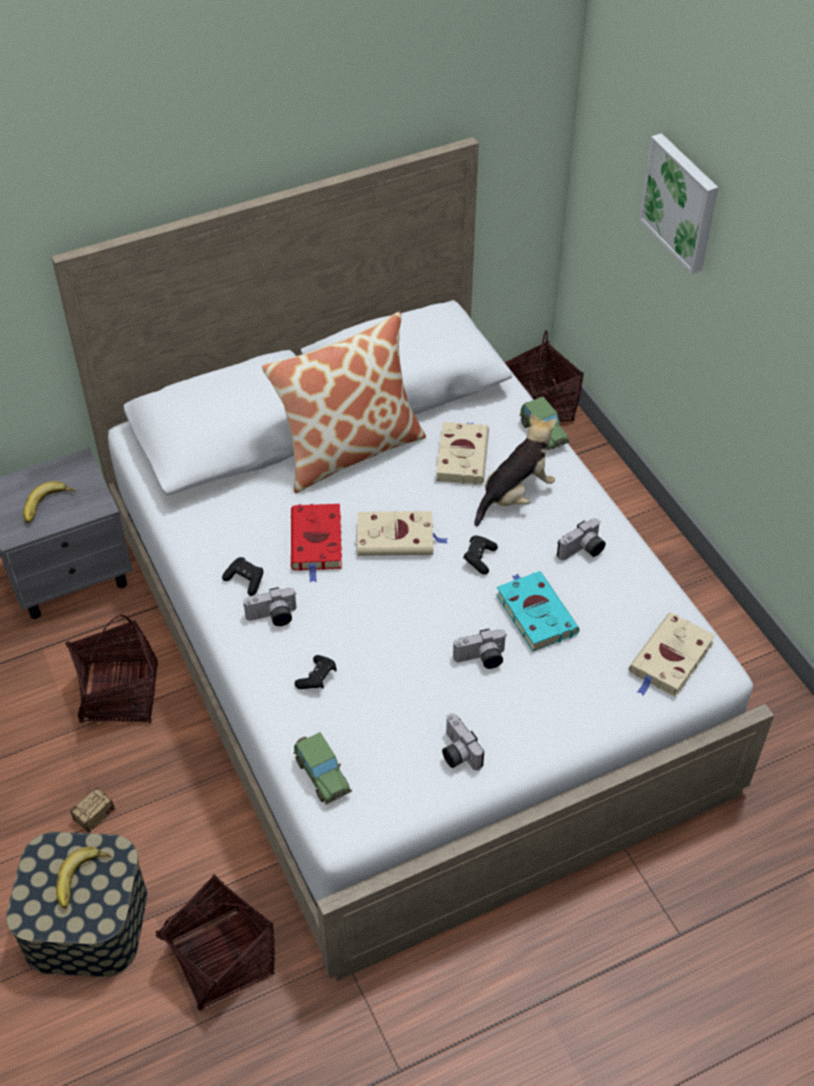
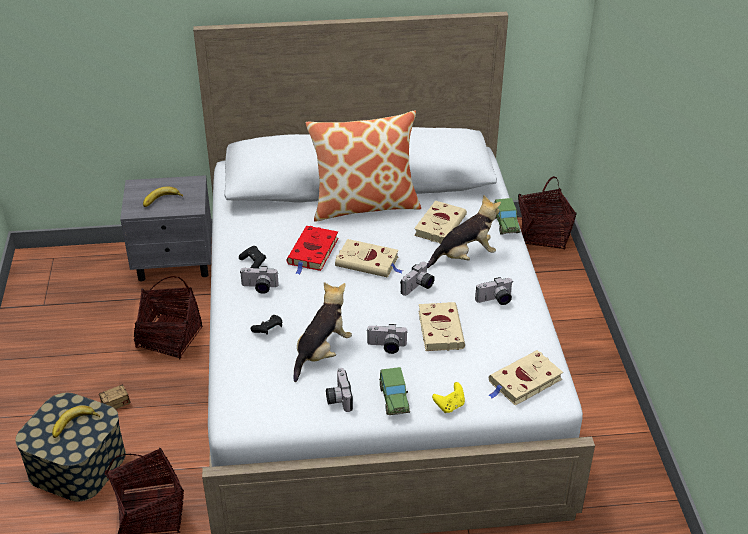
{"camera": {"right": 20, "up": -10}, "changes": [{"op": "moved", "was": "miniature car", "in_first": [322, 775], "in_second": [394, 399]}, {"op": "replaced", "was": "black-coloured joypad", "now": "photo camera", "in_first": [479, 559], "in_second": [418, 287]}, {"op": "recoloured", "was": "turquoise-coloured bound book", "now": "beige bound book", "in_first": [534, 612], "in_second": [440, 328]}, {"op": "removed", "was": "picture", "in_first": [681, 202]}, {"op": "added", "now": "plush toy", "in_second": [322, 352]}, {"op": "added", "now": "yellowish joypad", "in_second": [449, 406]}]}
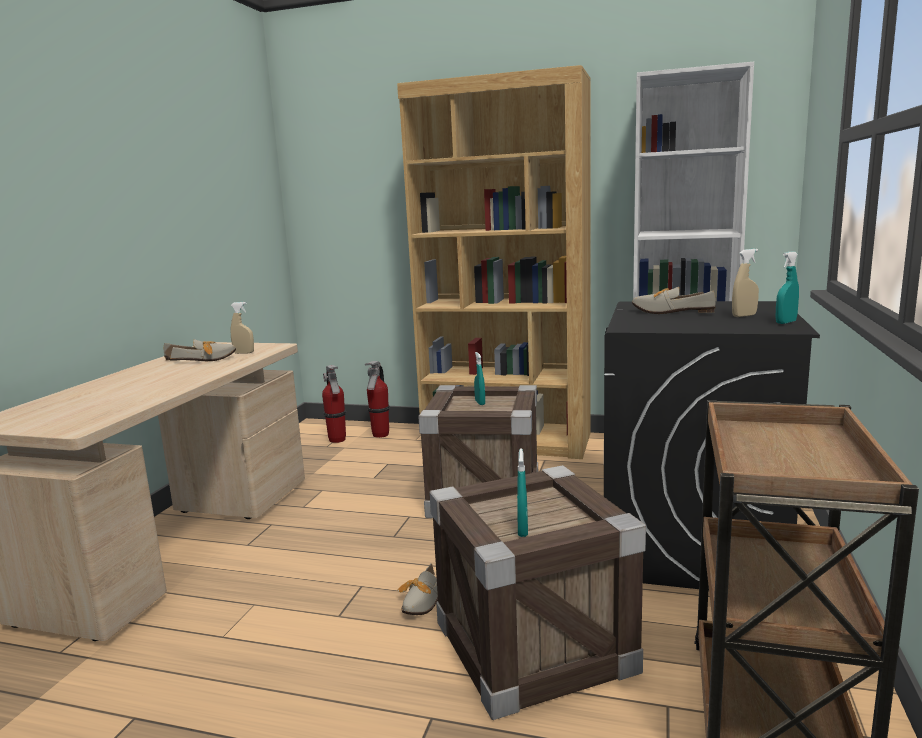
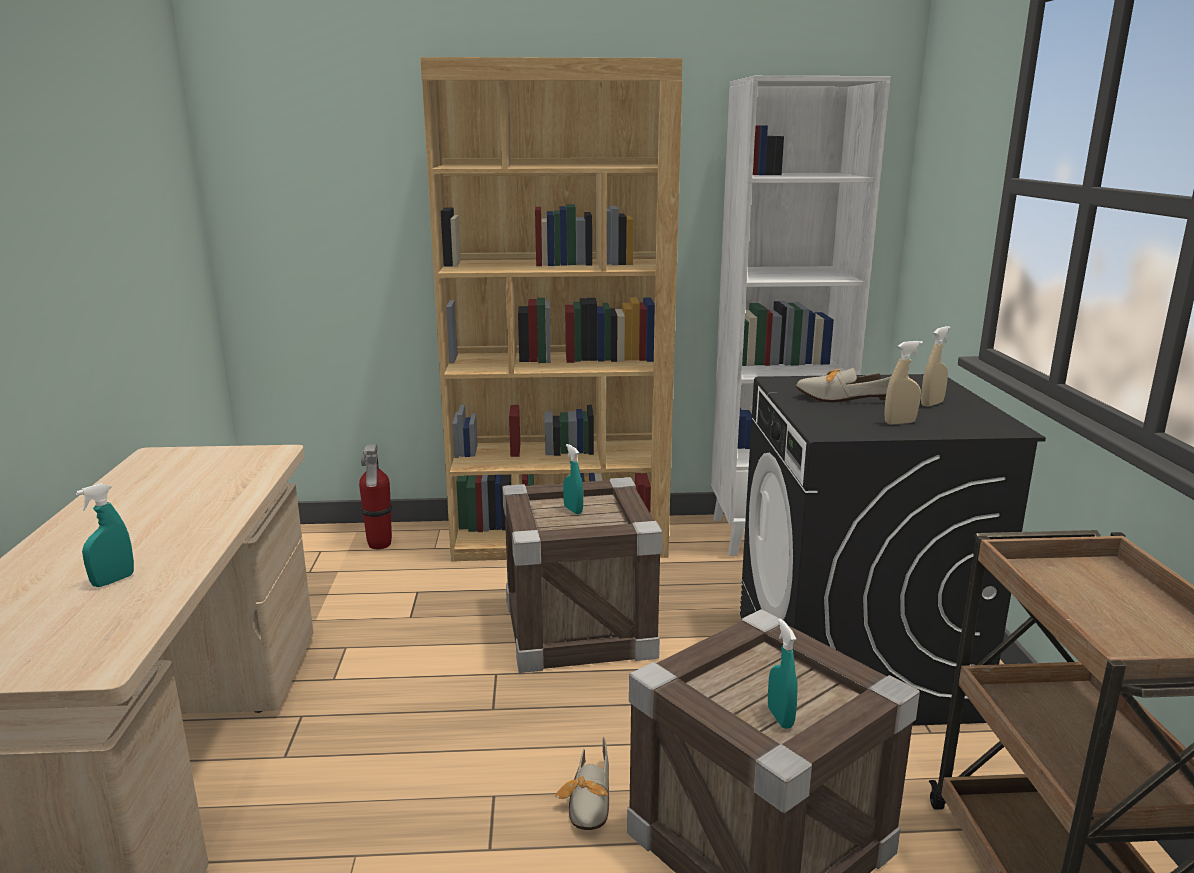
{"camera": {"right": -20, "up": 5}, "changes": [{"op": "removed", "was": "shoe", "in_first": [205, 359]}, {"op": "moved", "was": "beige sprayer", "in_first": [244, 353], "in_second": [900, 423]}, {"op": "removed", "was": "fire extinguisher", "in_first": [337, 440]}, {"op": "moved", "was": "turquoise-coloured sprayer", "in_first": [785, 322], "in_second": [113, 580]}]}
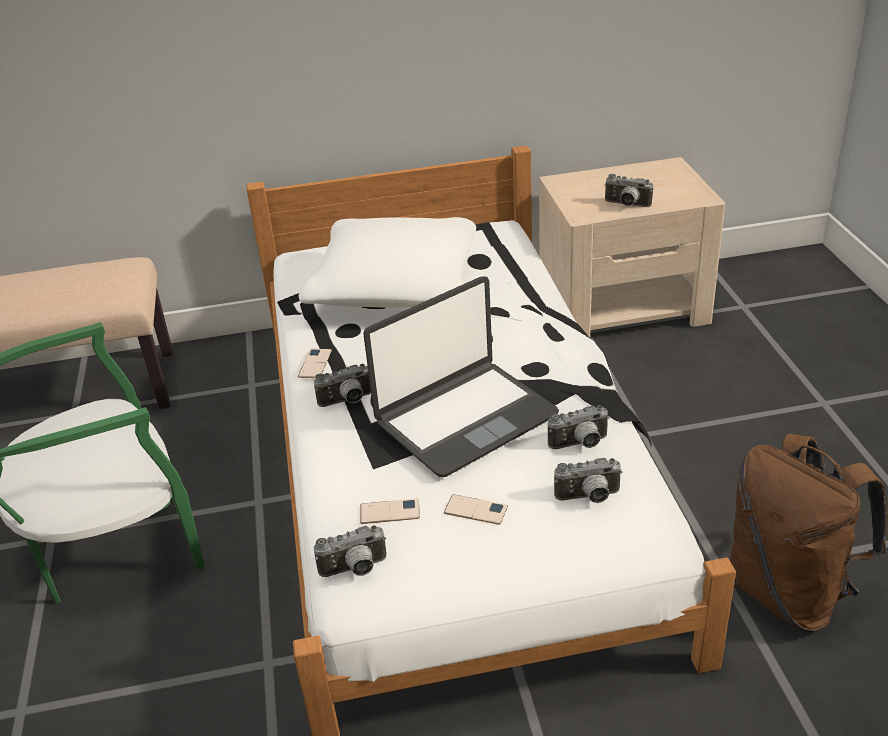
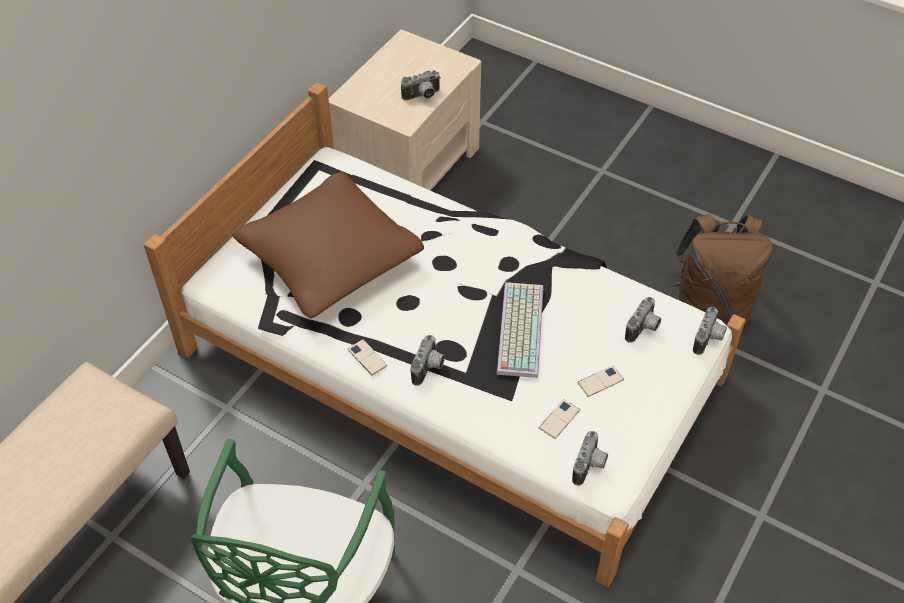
{"camera": {"right": -50, "up": 15}, "changes": [{"op": "recoloured", "was": "white throw pillow", "now": "brown throw pillow", "in_first": [395, 286], "in_second": [330, 258]}, {"op": "replaced", "was": "portable computer", "now": "PC keyboard", "in_first": [465, 418], "in_second": [518, 328]}, {"op": "moved", "was": "photo camera", "in_first": [580, 444], "in_second": [709, 339]}]}
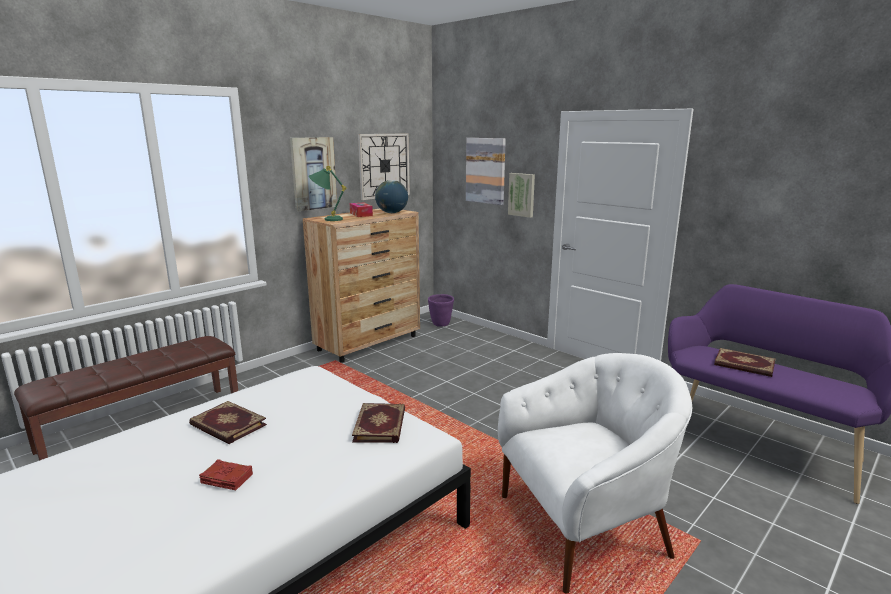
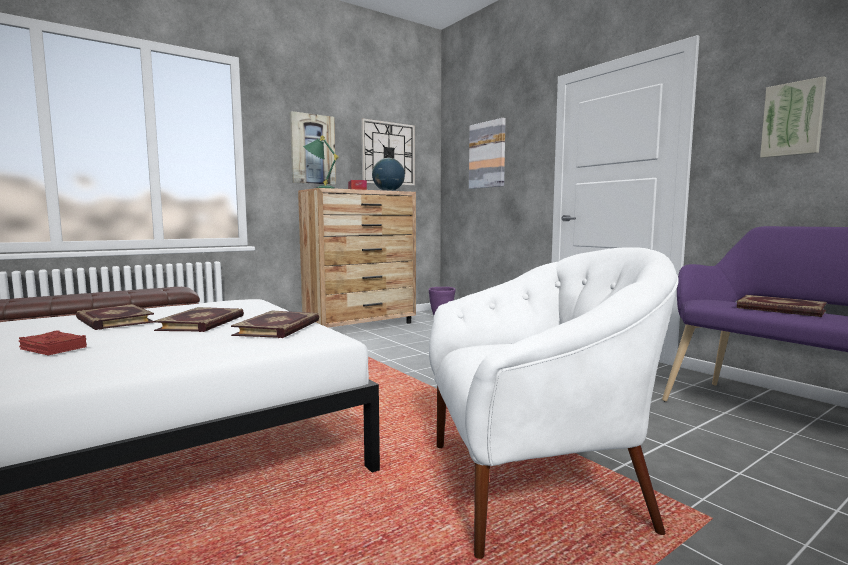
{"camera": {"right": 10, "up": -10}, "changes": [{"op": "moved", "was": "picture", "in_first": [522, 194], "in_second": [793, 119]}, {"op": "added", "now": "bound book", "in_second": [203, 323]}]}
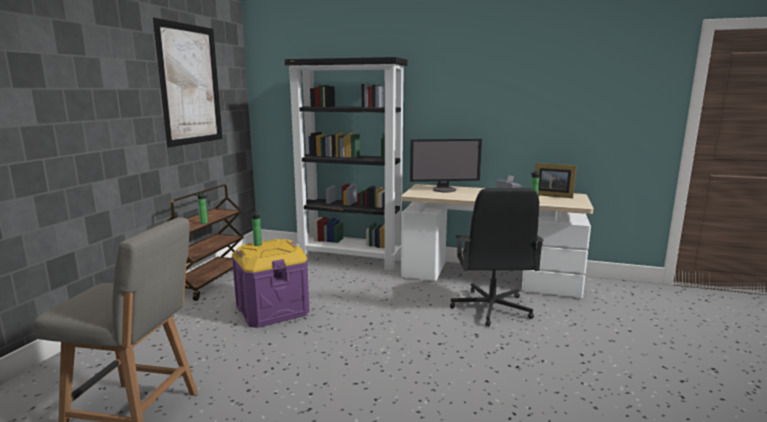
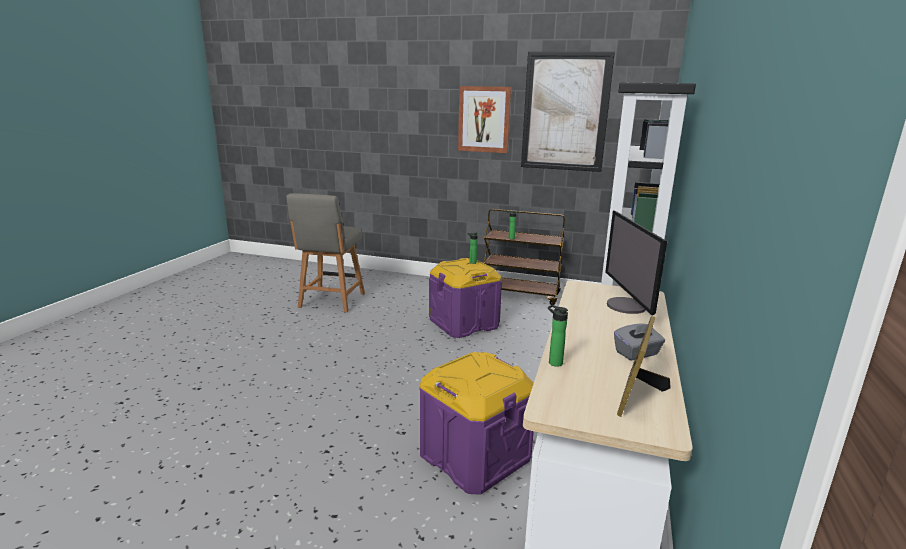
{"camera": {"right": 90, "up": 5}, "changes": [{"op": "replaced", "was": "black-coloured computer chair", "now": "purple storage container", "in_first": [491, 308], "in_second": [474, 456]}, {"op": "added", "now": "picture", "in_second": [484, 119]}]}
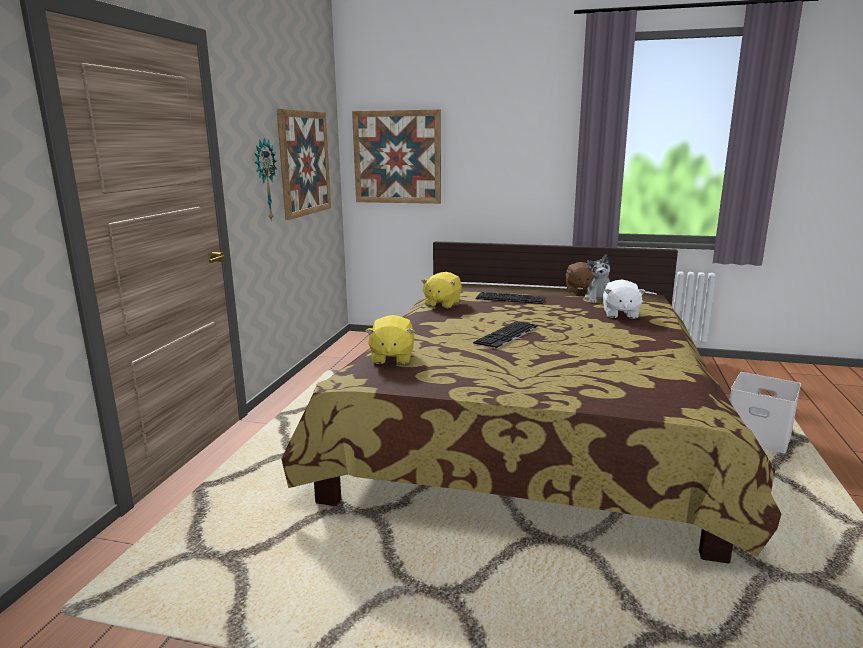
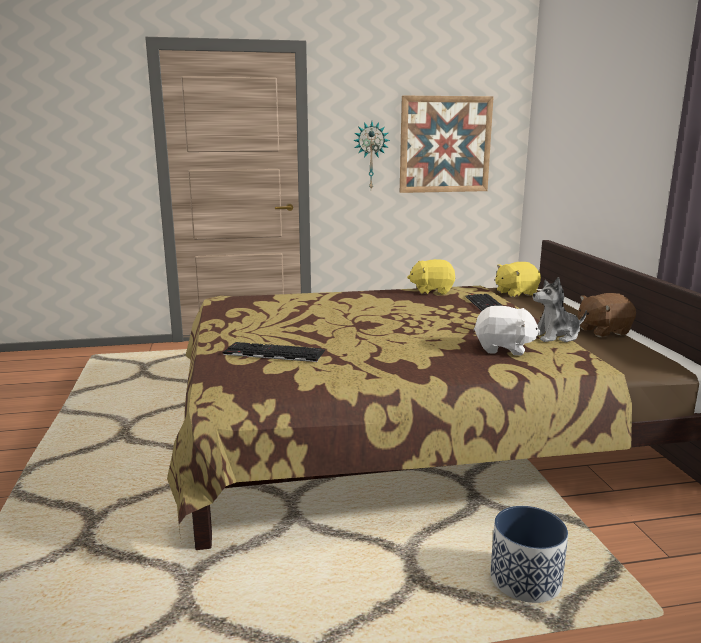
{"camera": {"right": 65, "up": 0}, "changes": [{"op": "removed", "was": "picture", "in_first": [397, 157]}, {"op": "moved", "was": "yellowish plush toy", "in_first": [391, 358], "in_second": [515, 293]}, {"op": "moved", "was": "PC keyboard", "in_first": [507, 335], "in_second": [272, 353]}, {"op": "turned", "was": "white plush toy", "in_first": [620, 314], "in_second": [504, 349], "clockwise": -150}, {"op": "replaced", "was": "white storage container", "now": "plant pot", "in_first": [759, 436], "in_second": [526, 580]}]}
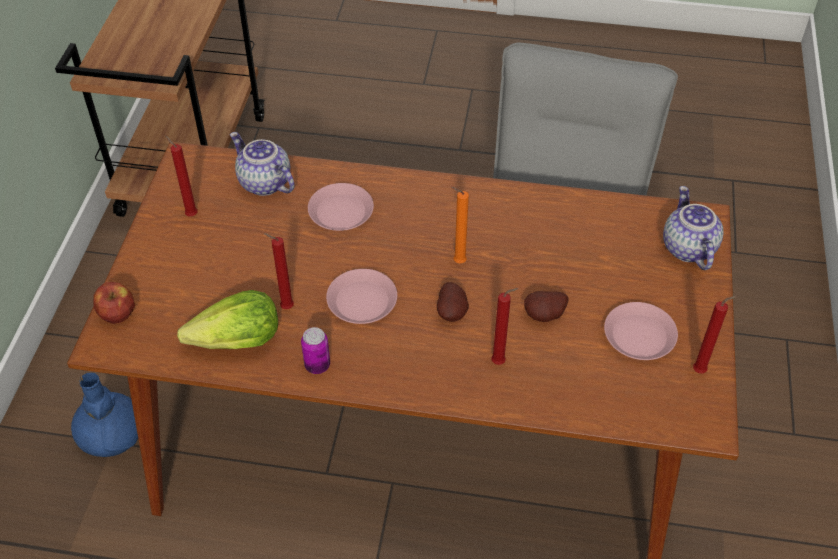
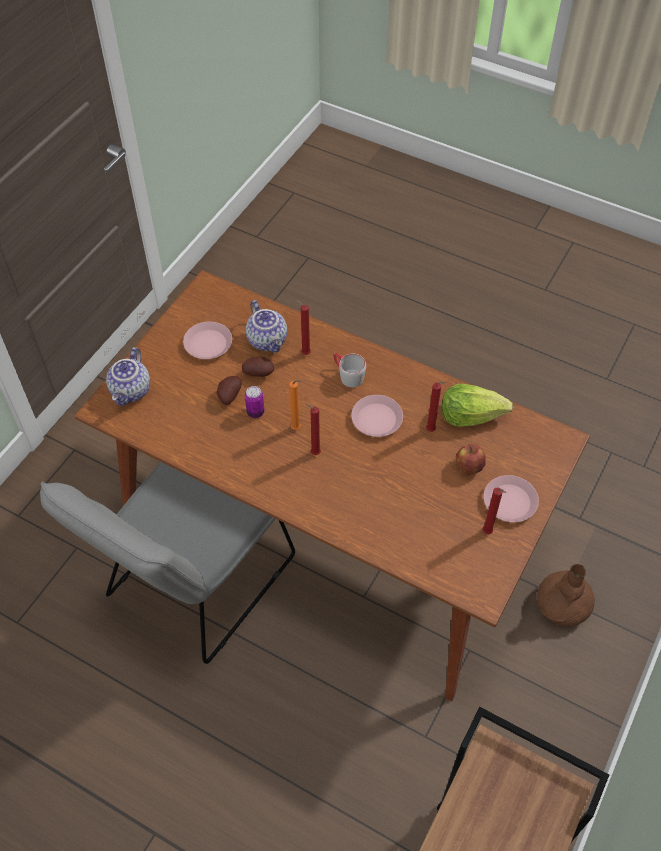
{"camera": {"right": -160, "up": 5}, "changes": [{"op": "recoloured", "was": "blue-coloured decorative vase", "now": "brown decorative vase", "in_first": [111, 434], "in_second": [563, 605]}, {"op": "moved", "was": "whole apple", "in_first": [117, 313], "in_second": [469, 467]}, {"op": "moved", "was": "tea pot", "in_first": [263, 183], "in_second": [268, 340]}, {"op": "moved", "was": "sealed can", "in_first": [317, 365], "in_second": [255, 412]}, {"op": "moved", "was": "pinkish flat dish", "in_first": [341, 212], "in_second": [509, 502]}, {"op": "moved", "was": "whole potato", "in_first": [453, 312], "in_second": [228, 396]}, {"op": "moved", "was": "reddish wax candle", "in_first": [701, 370], "in_second": [314, 453]}, {"op": "added", "now": "greyish mug", "in_second": [347, 375]}]}
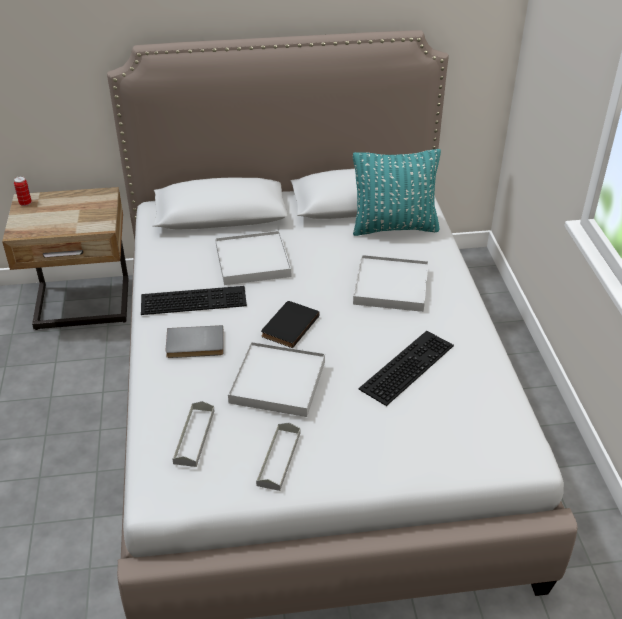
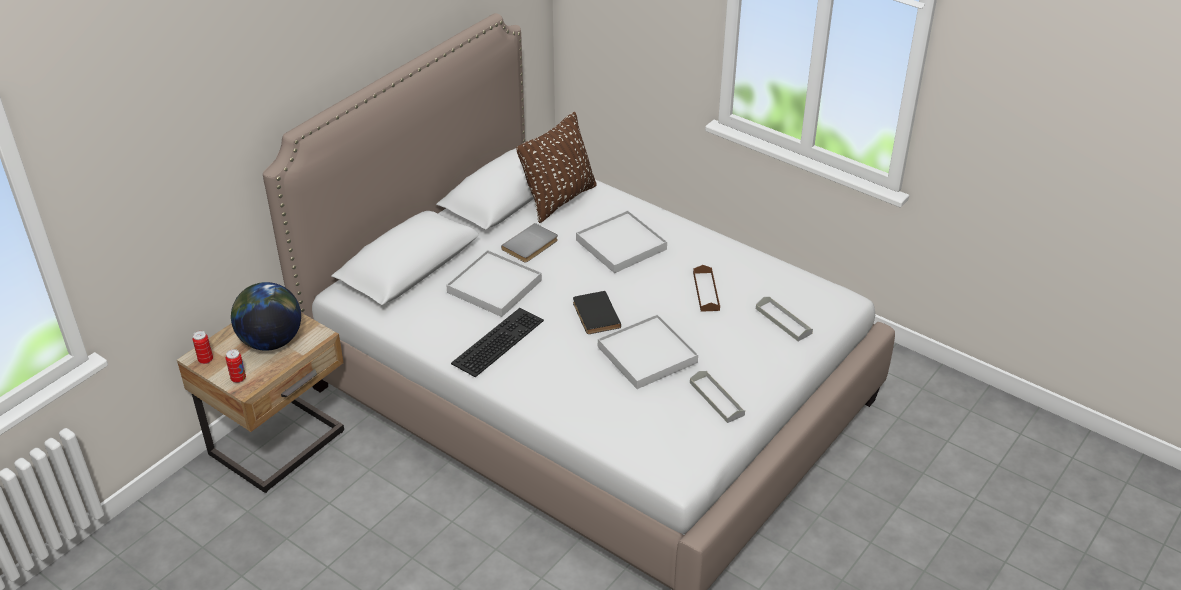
{"camera": {"right": -45, "up": 0}, "changes": [{"op": "moved", "was": "greyish bound book", "in_first": [195, 345], "in_second": [531, 245]}, {"op": "moved", "was": "greyish serving tray", "in_first": [194, 436], "in_second": [783, 321]}, {"op": "recoloured", "was": "turquoise-coloured throw pillow", "now": "brown throw pillow", "in_first": [394, 227], "in_second": [559, 199]}, {"op": "replaced", "was": "PC keyboard", "now": "brown serving tray", "in_first": [406, 365], "in_second": [706, 291]}, {"op": "added", "now": "sealed can", "in_second": [238, 379]}, {"op": "added", "now": "globe", "in_second": [271, 341]}]}
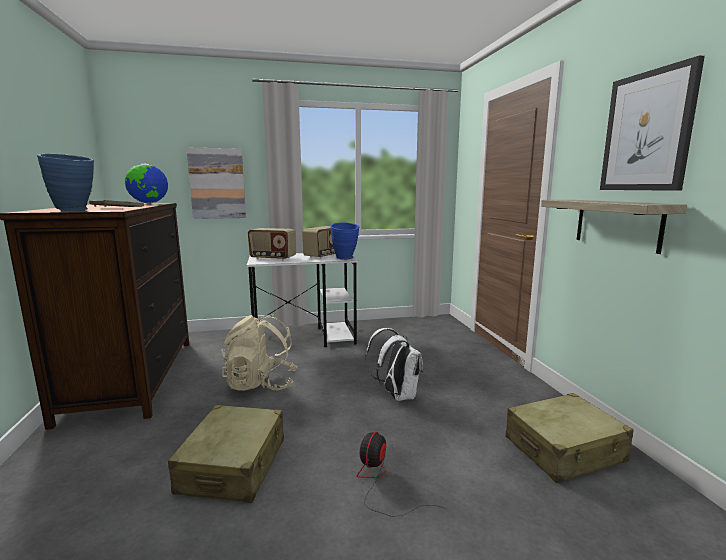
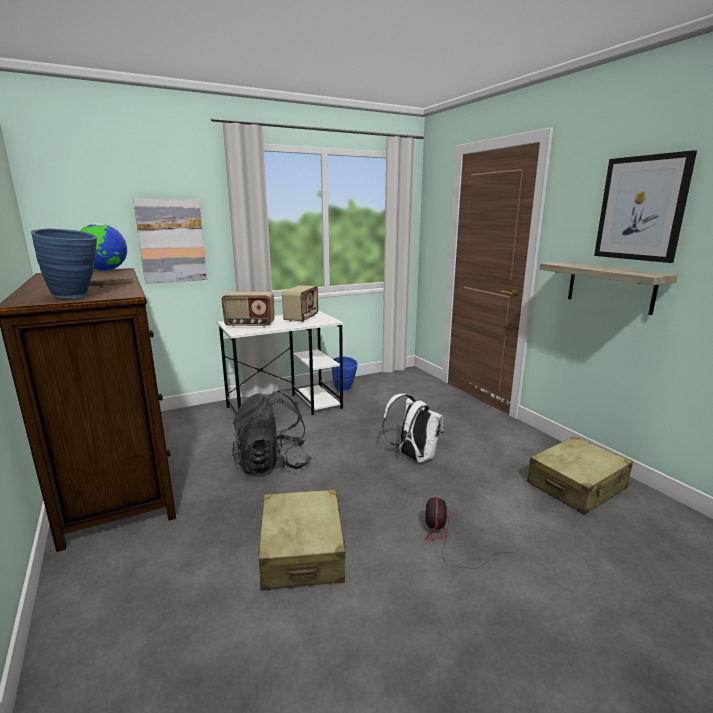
{"camera": {"right": -15, "up": 5}, "changes": [{"op": "recoloured", "was": "beige knapsack", "now": "black-coloured knapsack", "in_first": [261, 384], "in_second": [272, 464]}, {"op": "moved", "was": "blue-coloured decorative vase", "in_first": [345, 259], "in_second": [345, 390]}]}
